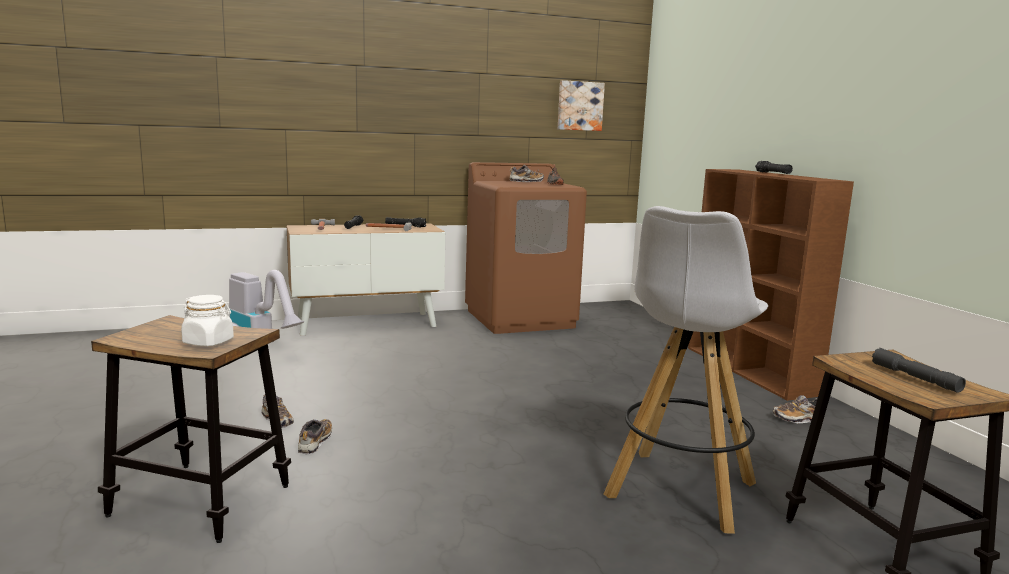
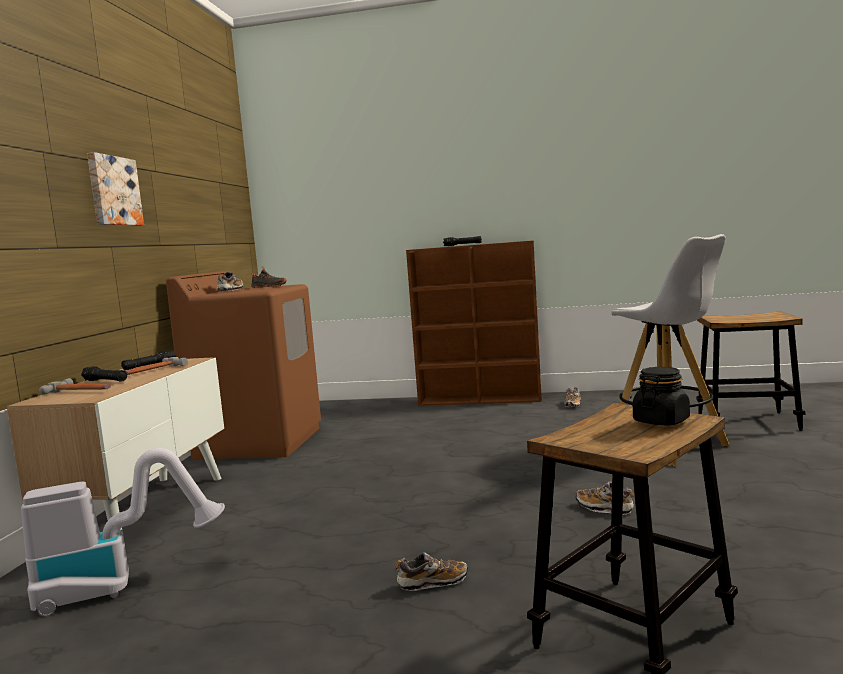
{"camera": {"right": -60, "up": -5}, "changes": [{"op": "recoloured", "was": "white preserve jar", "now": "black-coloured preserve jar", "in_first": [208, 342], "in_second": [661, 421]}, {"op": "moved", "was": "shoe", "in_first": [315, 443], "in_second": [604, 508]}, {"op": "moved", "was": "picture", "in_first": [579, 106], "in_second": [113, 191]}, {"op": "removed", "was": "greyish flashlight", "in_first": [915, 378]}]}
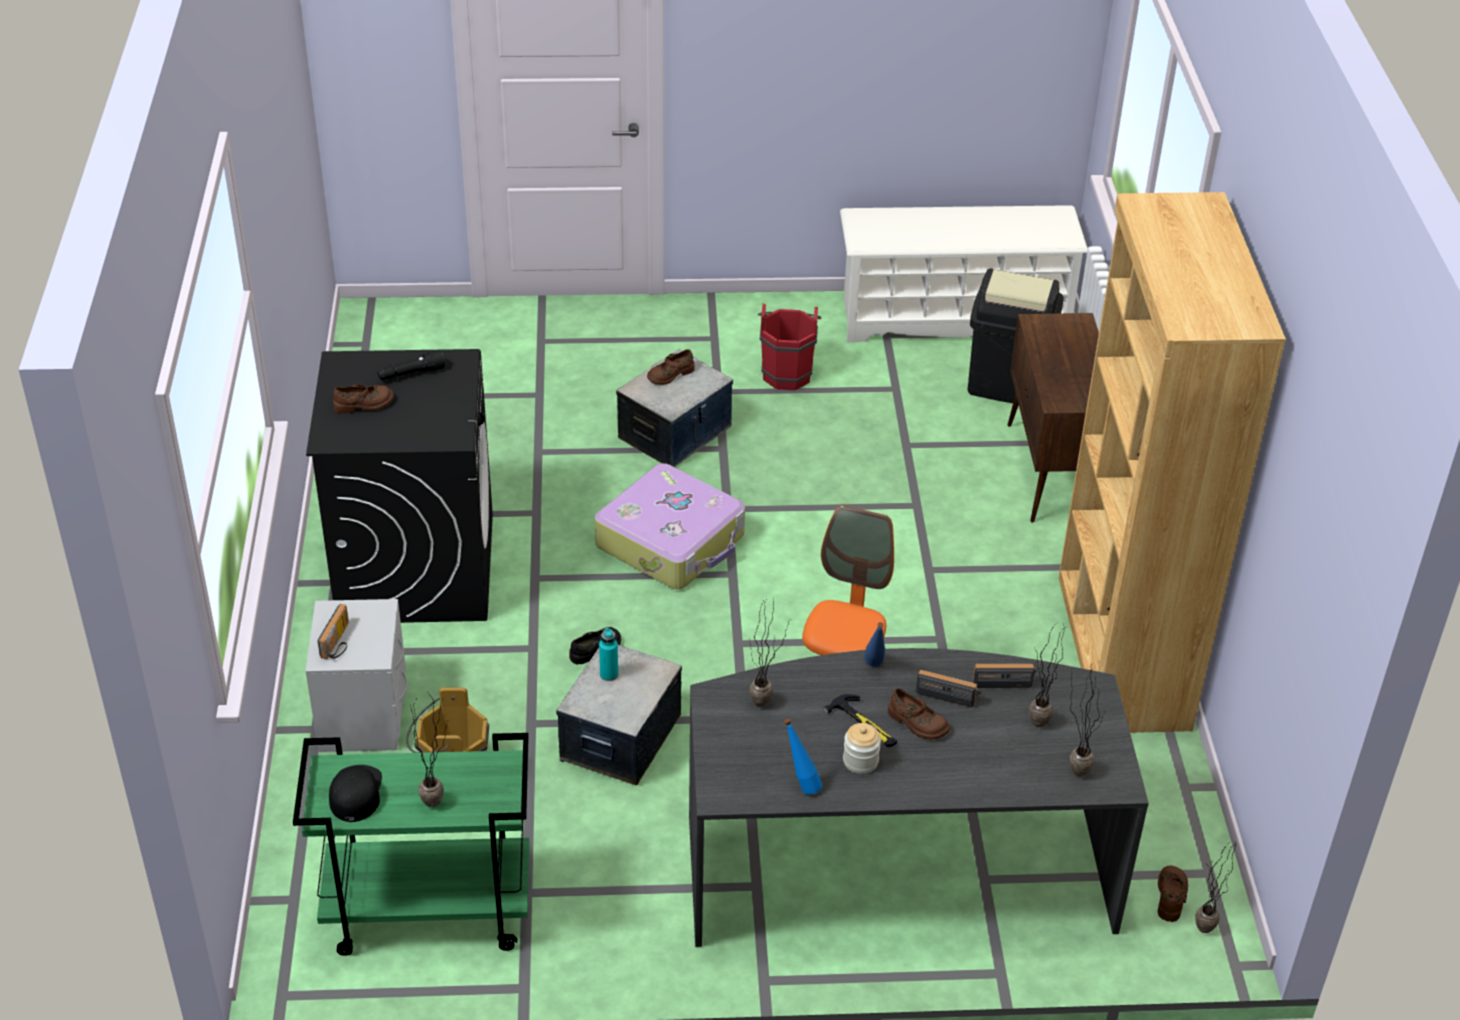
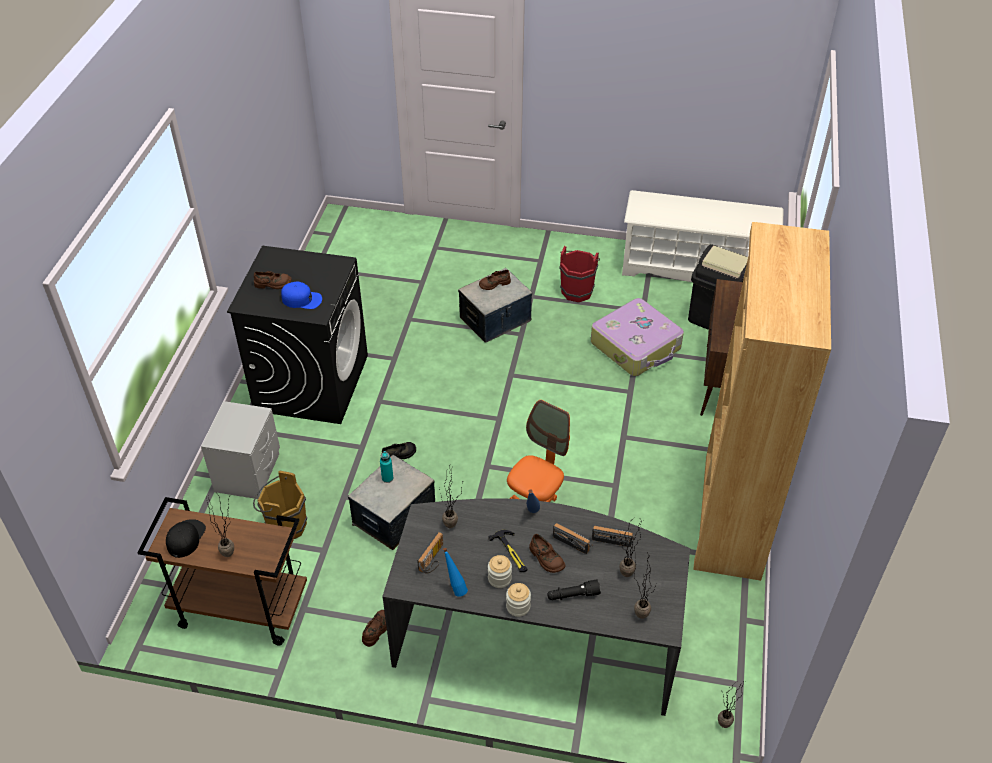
{"camera": {"right": 15, "up": 5}, "changes": [{"op": "recoloured", "was": "green-coloured trolley", "now": "brown trolley", "in_first": [427, 912], "in_second": [240, 609]}, {"op": "moved", "was": "radio", "in_first": [339, 642], "in_second": [433, 559]}, {"op": "moved", "was": "black-coloured flashlight", "in_first": [411, 374], "in_second": [573, 595]}, {"op": "moved", "was": "travel case", "in_first": [672, 541], "in_second": [636, 346]}, {"op": "moved", "was": "brown shoe", "in_first": [1171, 896], "in_second": [377, 629]}, {"op": "added", "now": "blue-coloured baseball cap", "in_second": [302, 299]}, {"op": "added", "now": "preserve jar", "in_second": [518, 606]}]}
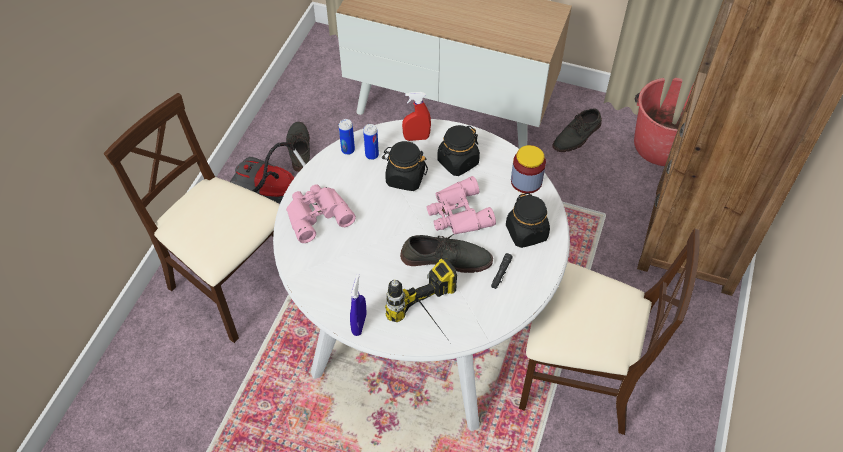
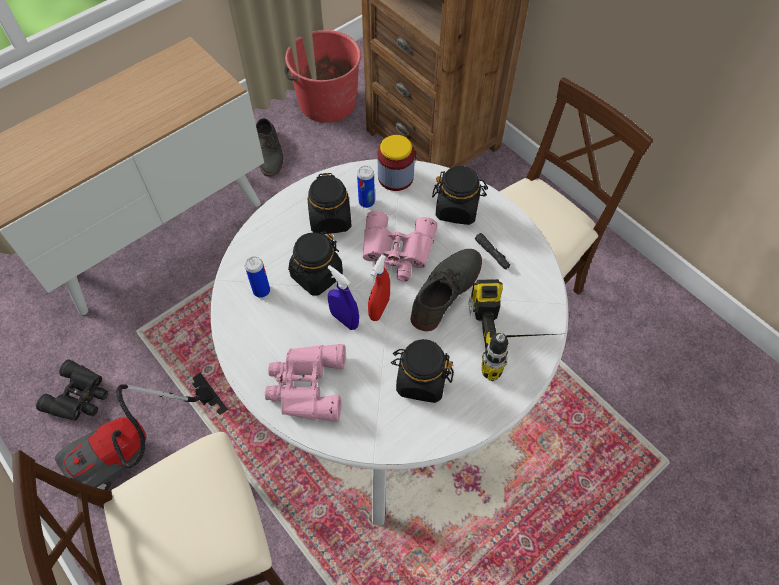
{"camera": {"right": -60, "up": 5}, "changes": [{"op": "replaced", "was": "greyish shoe", "now": "black-coloured field glasses", "in_first": [299, 148], "in_second": [79, 396]}, {"op": "moved", "was": "sealed can", "in_first": [348, 150], "in_second": [366, 202]}, {"op": "moved", "was": "blue-coloured sprayer", "in_first": [359, 324], "in_second": [344, 319]}, {"op": "moved", "was": "reddish sprayer", "in_first": [416, 138], "in_second": [379, 309]}, {"op": "added", "now": "black-coloured preserve jar", "in_second": [421, 380]}]}
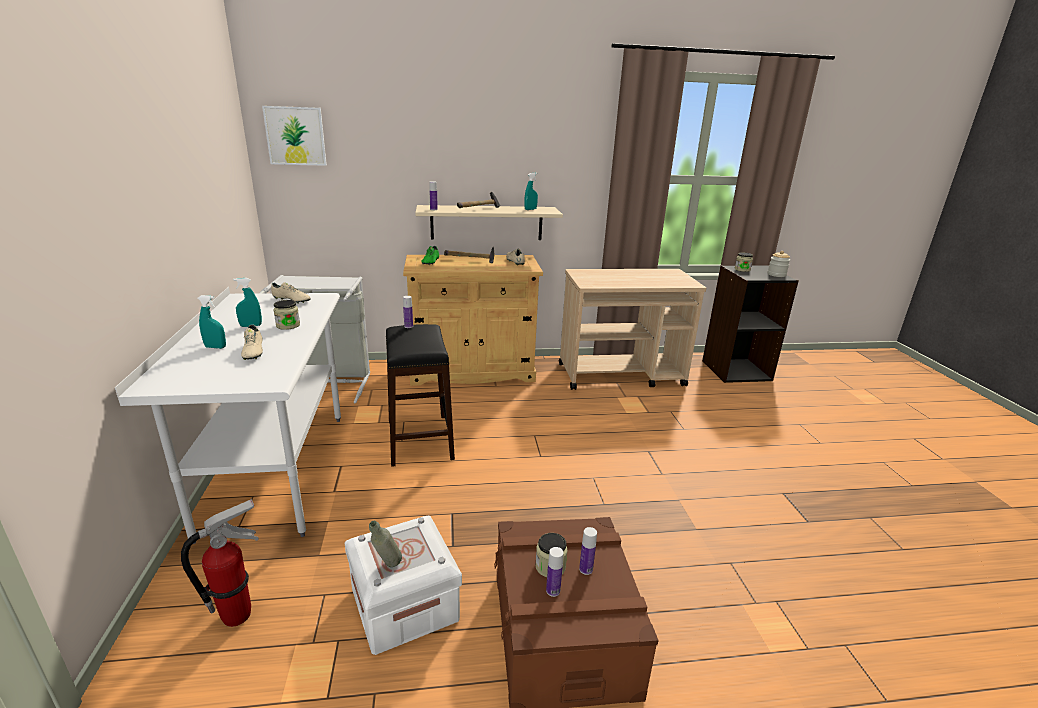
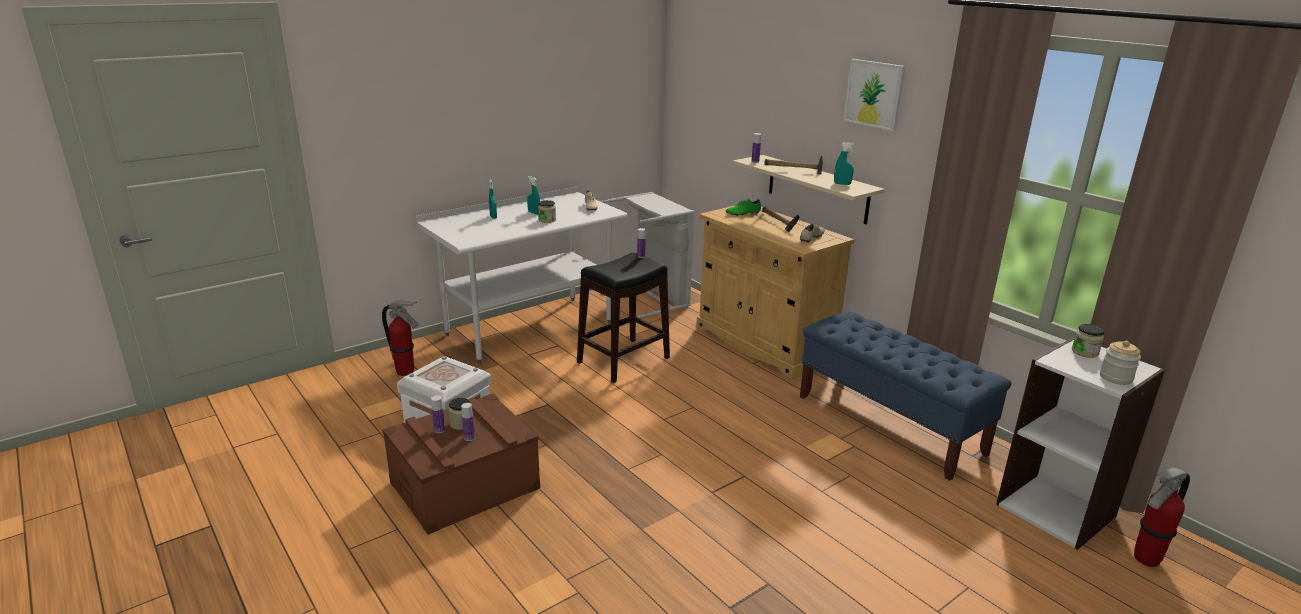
{"camera": {"right": 60, "up": 0}, "changes": [{"op": "removed", "was": "beige shoe", "in_first": [253, 352]}, {"op": "moved", "was": "picture", "in_first": [295, 136], "in_second": [874, 94]}, {"op": "removed", "was": "greyish drink bottle", "in_first": [387, 568]}, {"op": "replaced", "was": "beige trolley", "now": "blue-coloured long seat", "in_first": [621, 375], "in_second": [889, 424]}, {"op": "recoloured", "was": "black-coloured bookshelf", "now": "white bookshelf", "in_first": [736, 370], "in_second": [1056, 510]}, {"op": "added", "now": "fire extinguisher", "in_second": [1146, 559]}]}
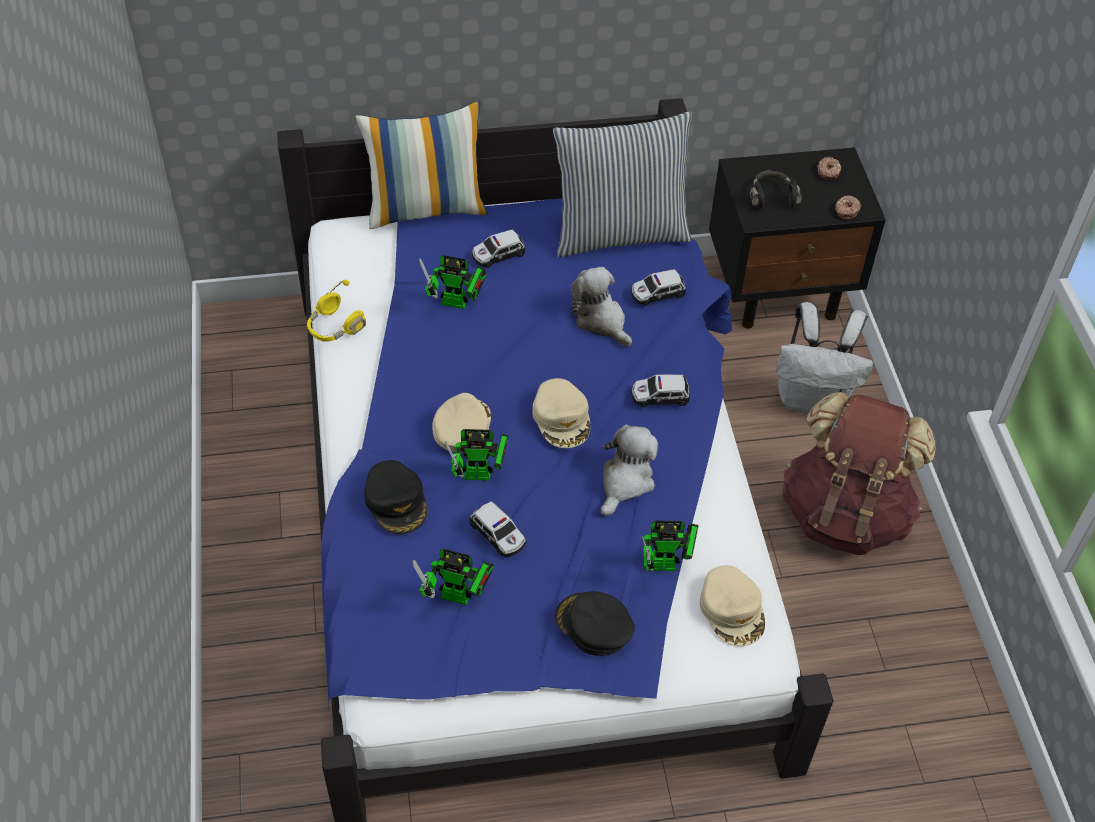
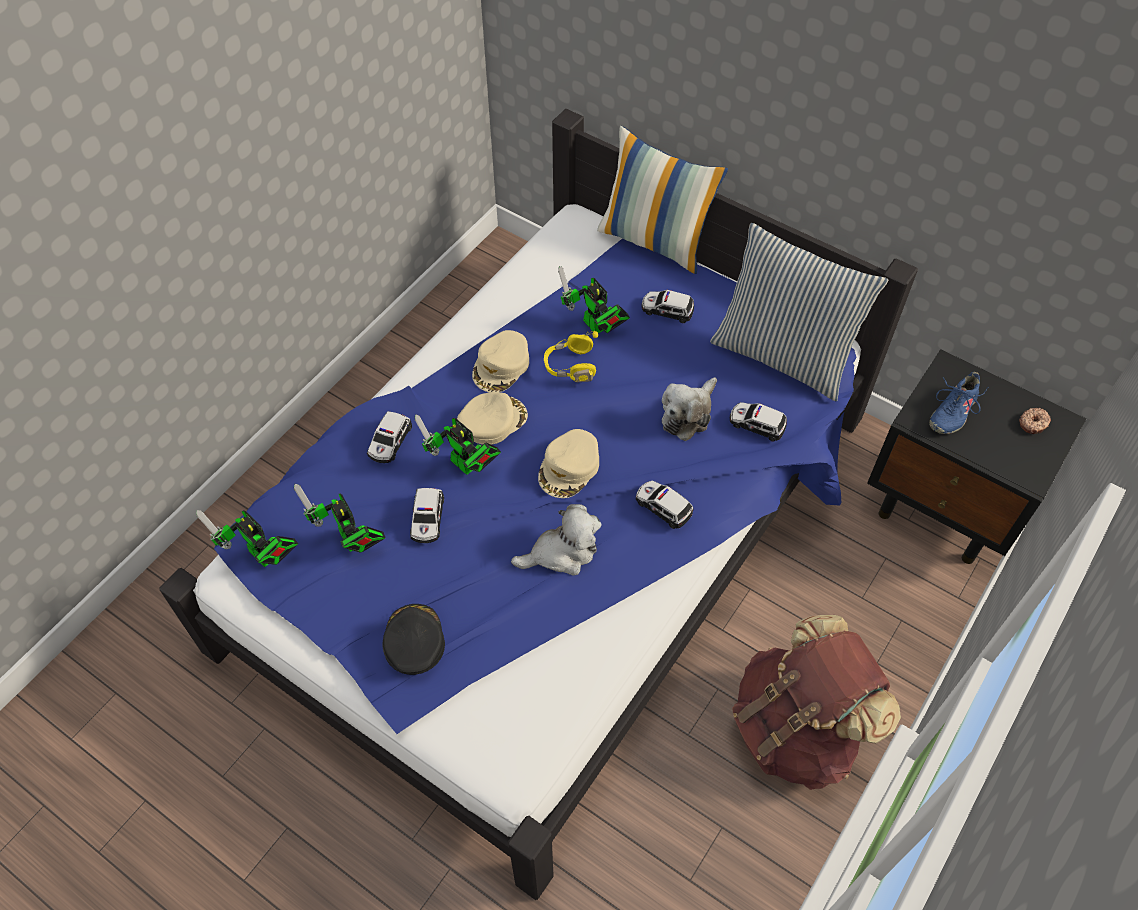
{"camera": {"right": 45, "up": 5}, "changes": [{"op": "moved", "was": "yellowish headset", "in_first": [334, 327], "in_second": [570, 366]}, {"op": "replaced", "was": "black-coloured baseball cap", "now": "miniature car", "in_first": [396, 502], "in_second": [389, 441]}, {"op": "turned", "was": "plush toy", "in_first": [600, 320], "in_second": [688, 414], "clockwise": -150}, {"op": "moved", "was": "model robot", "in_first": [667, 565], "in_second": [264, 558]}, {"op": "moved", "was": "beige baseball cap", "in_first": [732, 610], "in_second": [501, 366]}, {"op": "replaced", "was": "black-coloured headset", "now": "blue-coloured shoe", "in_first": [772, 197], "in_second": [952, 411]}, {"op": "removed", "was": "white knapsack", "in_first": [812, 399]}, {"op": "removed", "was": "donut", "in_first": [846, 210]}]}
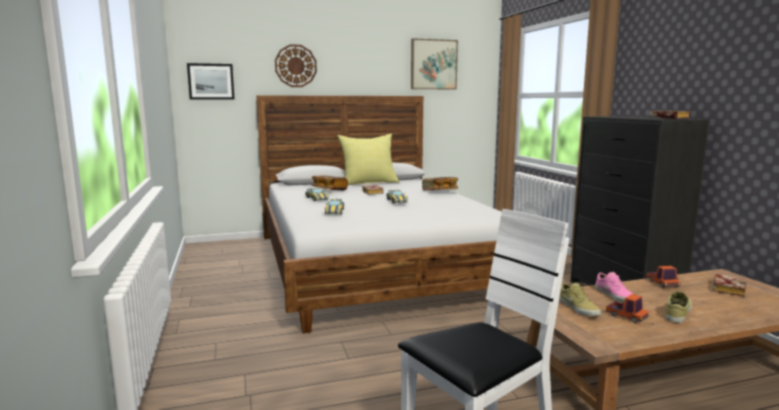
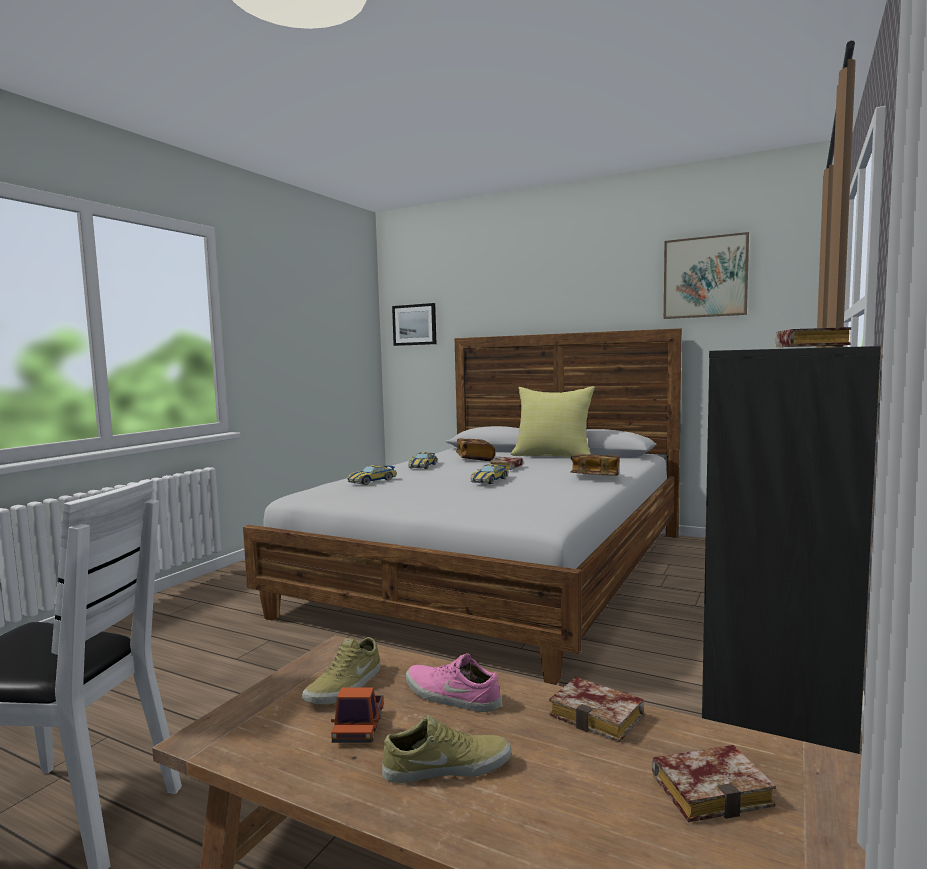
{"camera": {"right": 45, "up": -5}, "changes": [{"op": "removed", "was": "clock on the wall", "in_first": [295, 66]}, {"op": "turned", "was": "pinkish shoe", "in_first": [616, 296], "in_second": [450, 696], "clockwise": 90}, {"op": "replaced", "was": "model truck", "now": "bound book", "in_first": [662, 283], "in_second": [600, 716]}]}
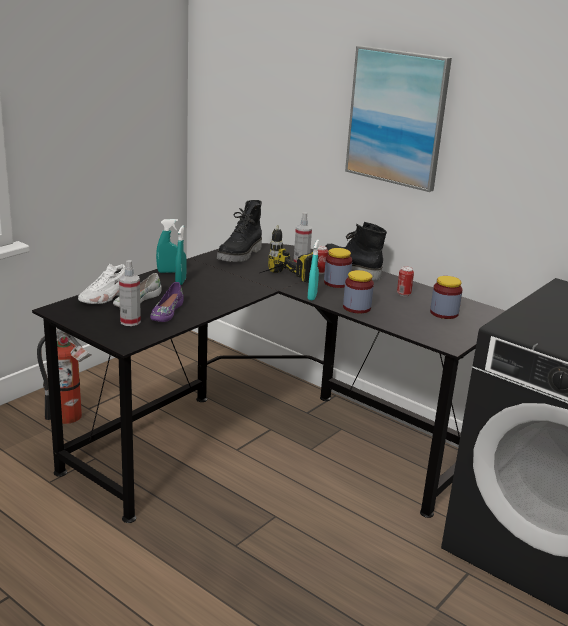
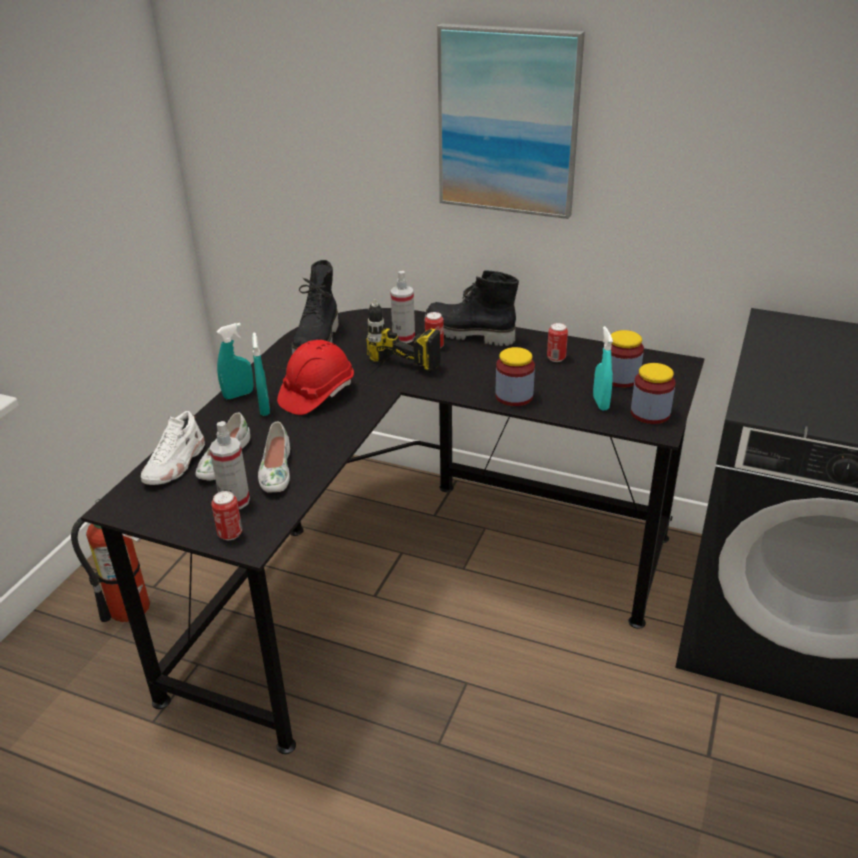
{"camera": {"right": -15, "up": 10}, "changes": [{"op": "recoloured", "was": "purple shoe", "now": "white shoe", "in_first": [166, 312], "in_second": [275, 470]}, {"op": "moved", "was": "turquoise-coloured sprayer", "in_first": [312, 296], "in_second": [600, 403]}, {"op": "moved", "was": "preserve jar", "in_first": [336, 283], "in_second": [650, 413]}, {"op": "added", "now": "sealed can", "in_second": [230, 534]}, {"op": "added", "now": "reddish hard hat", "in_second": [316, 394]}]}
